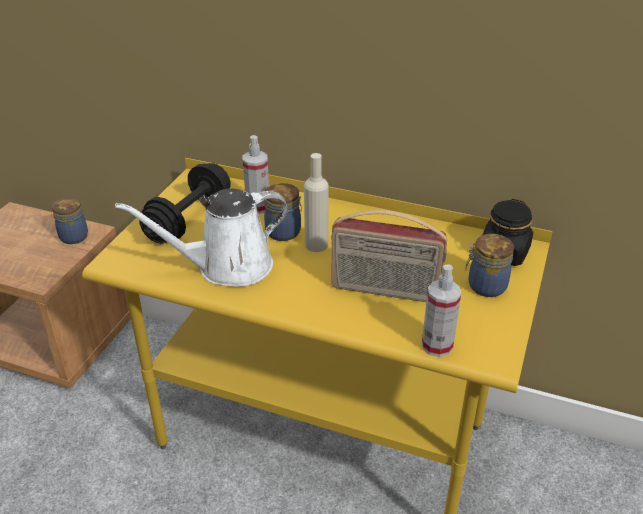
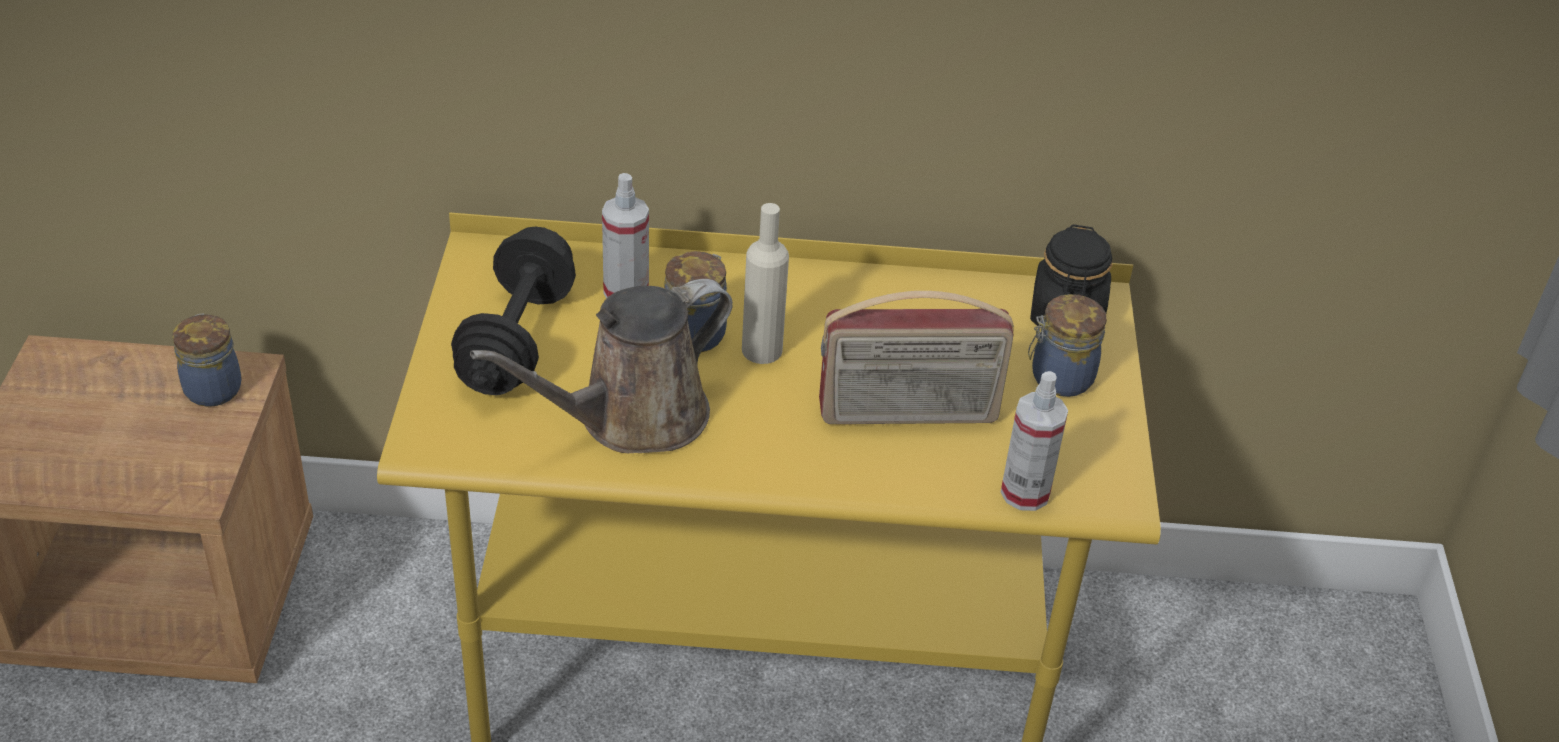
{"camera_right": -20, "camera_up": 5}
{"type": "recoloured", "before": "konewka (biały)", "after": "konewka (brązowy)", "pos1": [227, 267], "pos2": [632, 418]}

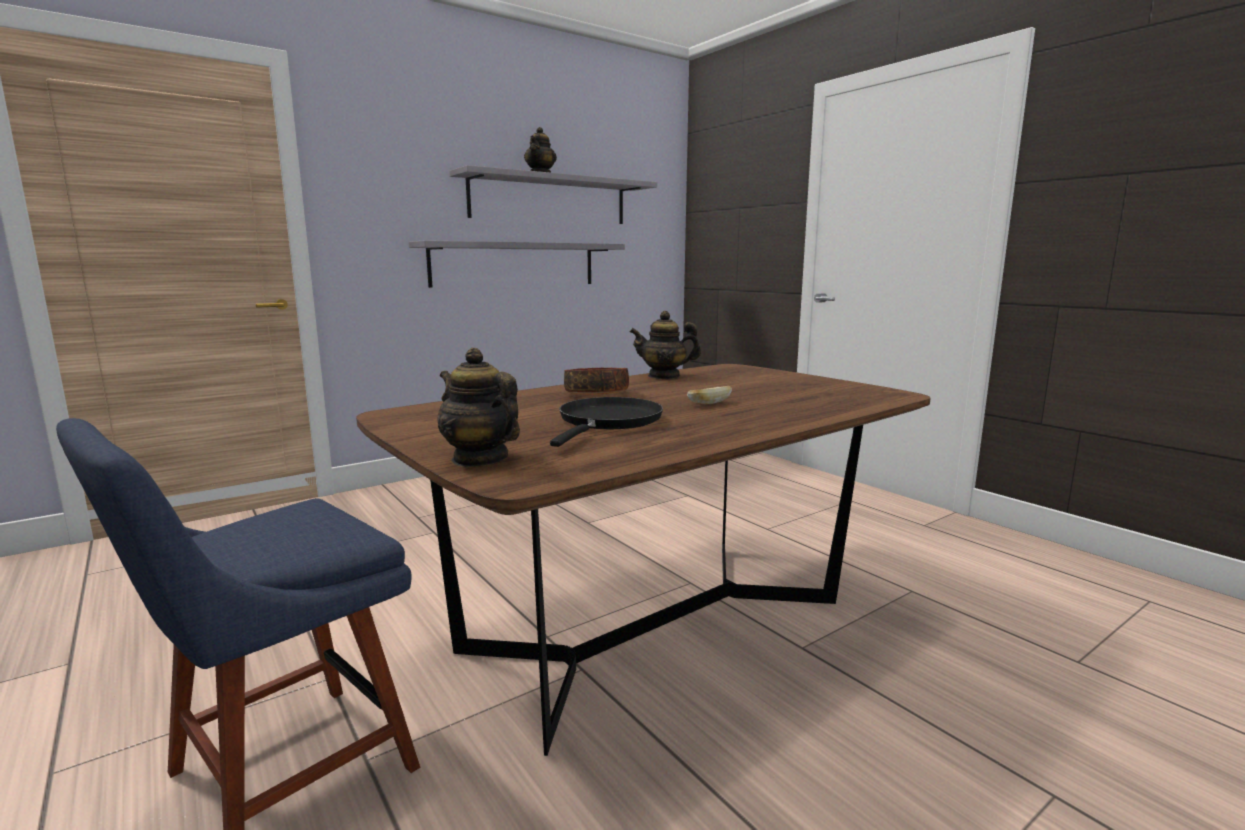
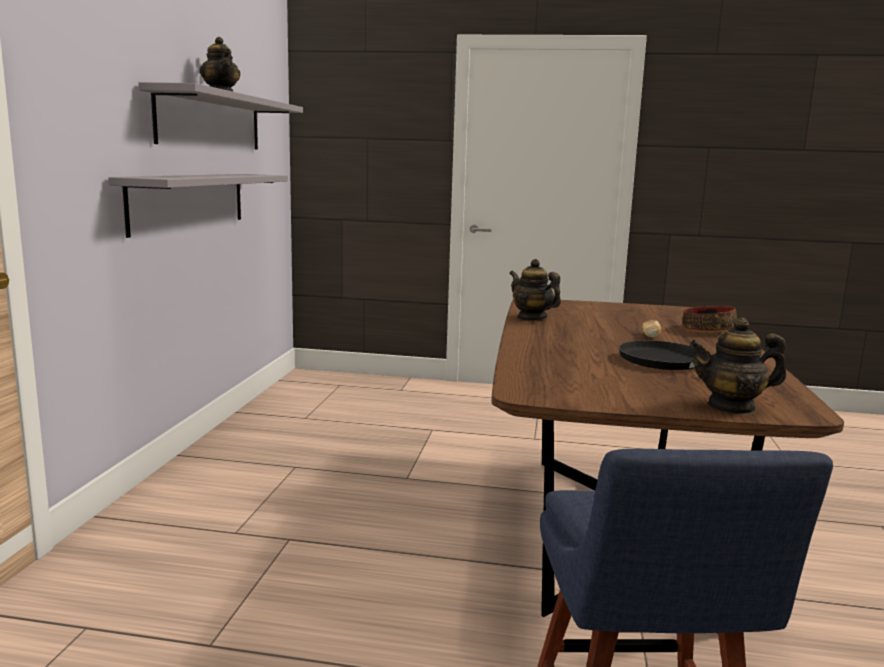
{"camera_right": -45, "camera_up": 0}
{"type": "turned", "before": "imbryk", "pos1": [664, 376], "pos2": [532, 318], "turn": 90}
{"type": "moved", "before": "miska", "pos1": [597, 394], "pos2": [708, 330]}

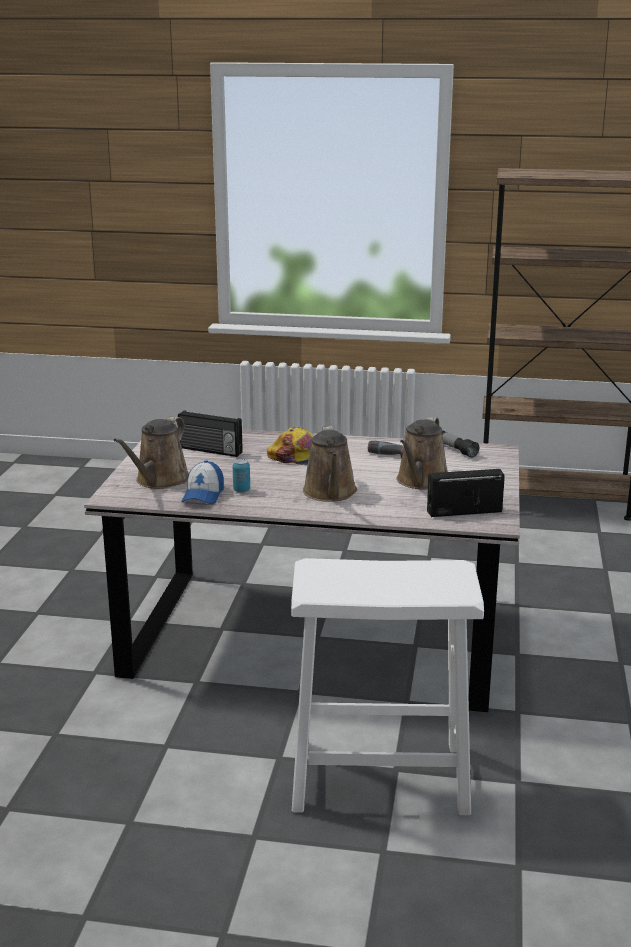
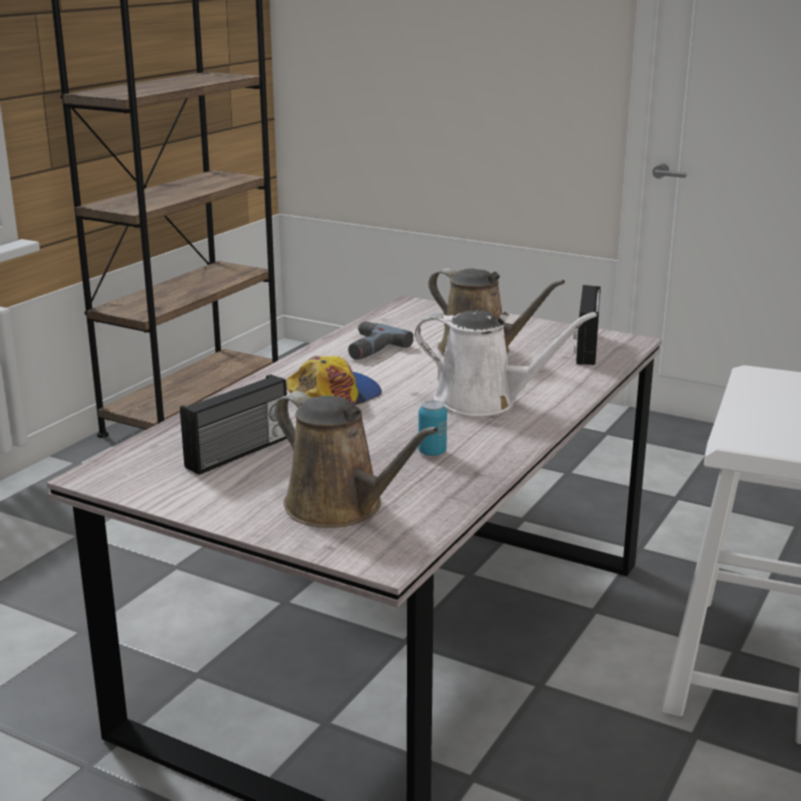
{"camera_right": -70, "camera_up": 0}
{"type": "recoloured", "before": "konewka (brązowy)", "after": "konewka (biały)", "pos1": [330, 493], "pos2": [484, 401]}
{"type": "removed", "before": "czapka z daszkiem", "pos1": [203, 495]}
{"type": "removed", "before": "latarka", "pos1": [456, 450]}

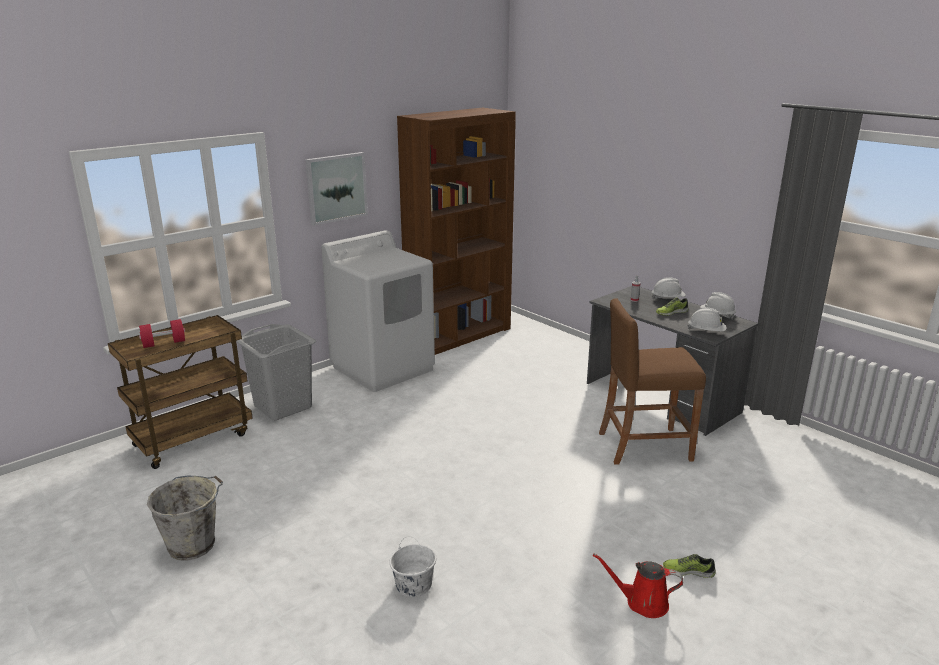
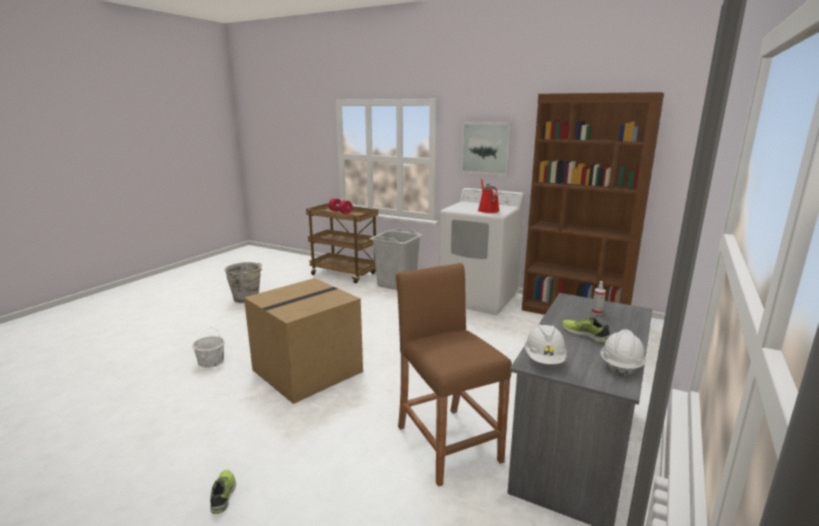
{"camera_right": 70, "camera_up": -5}
{"type": "added", "after": "karton", "pos2": [308, 370]}
{"type": "moved", "before": "konewka (czerwony)", "pos1": [642, 602], "pos2": [487, 210]}
{"type": "removed", "before": "kask (biały)", "pos1": [667, 299]}

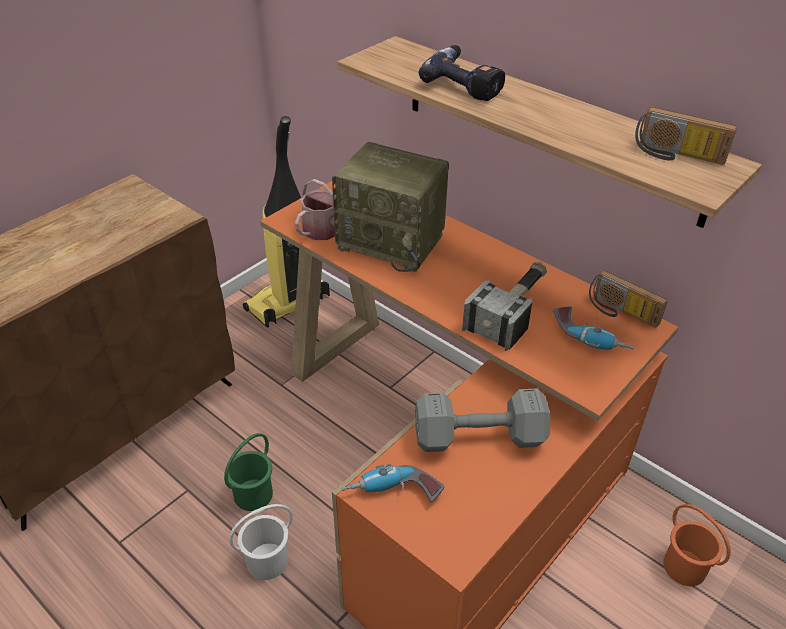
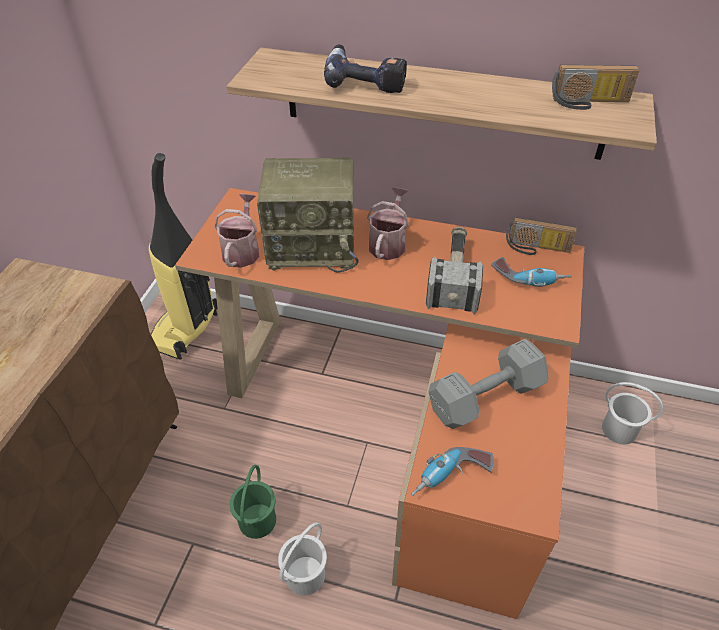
{"camera_right": -25, "camera_up": 5}
{"type": "added", "after": "konewka", "pos2": [388, 243]}
{"type": "recoloured", "before": "wiadro (pomarańczowy)", "after": "wiadro (biały)", "pos1": [684, 566], "pos2": [619, 429]}

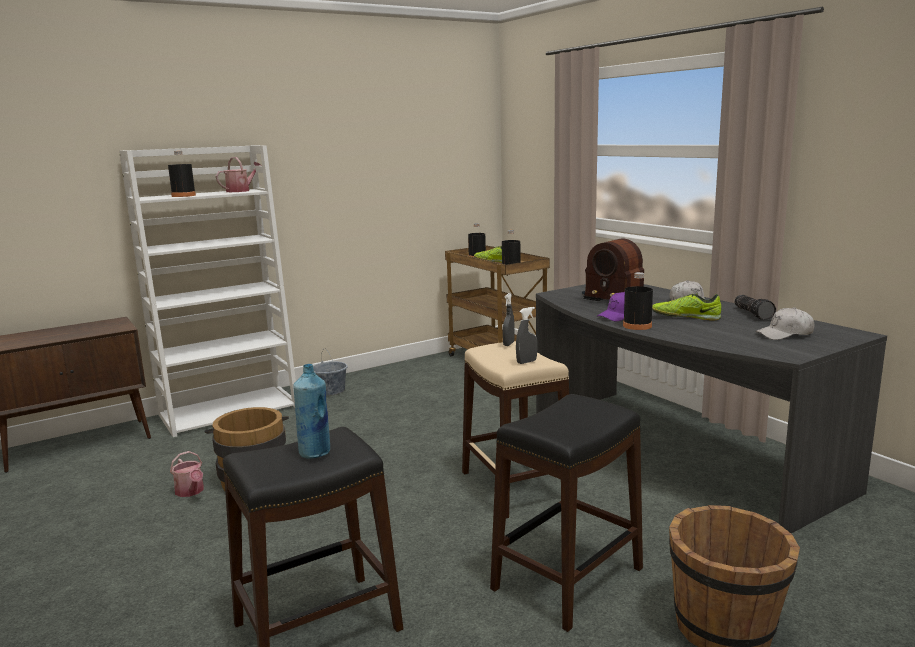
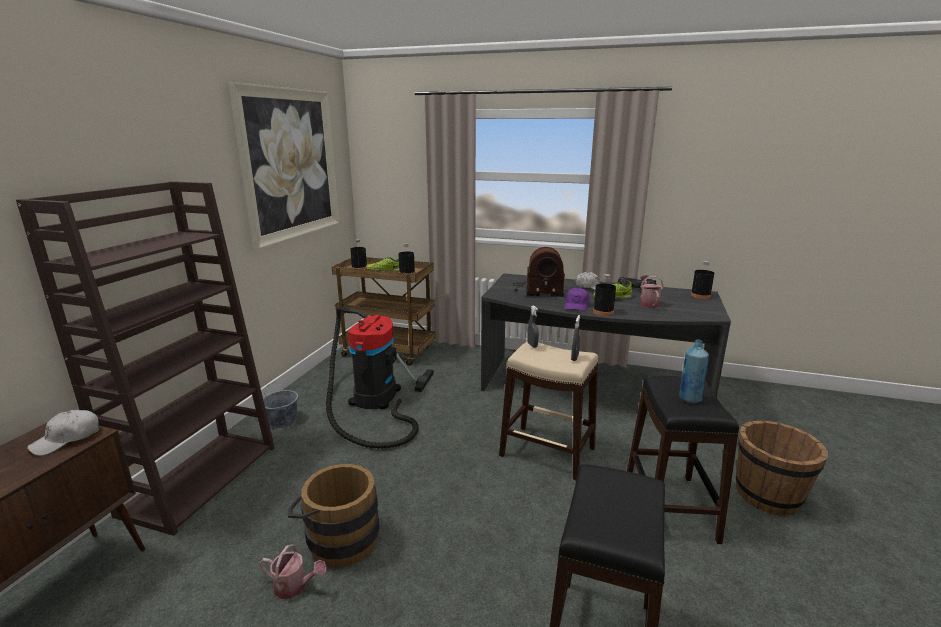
{"camera_right": -40, "camera_up": 5}
{"type": "recoloured", "before": "regał (biały)", "after": "regał (brązowy)", "pos1": [230, 410], "pos2": [201, 478]}
{"type": "moved", "before": "czapka z daszkiem (biały)", "pos1": [785, 334], "pos2": [67, 439]}
{"type": "added", "after": "obraz", "pos2": [290, 164]}
{"type": "added", "after": "odkurzacz", "pos2": [374, 400]}
{"type": "moved", "before": "konewka", "pos1": [241, 191], "pos2": [648, 303]}
{"type": "moved", "before": "butelka (niebieski)", "pos1": [315, 453], "pos2": [690, 398]}
{"type": "moved", "before": "butelka (czarny)", "pos1": [183, 196], "pos2": [700, 296]}

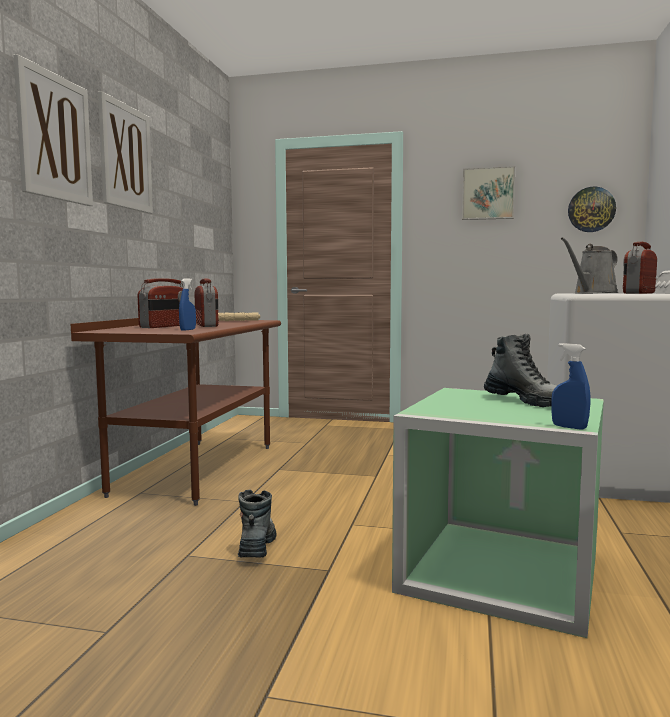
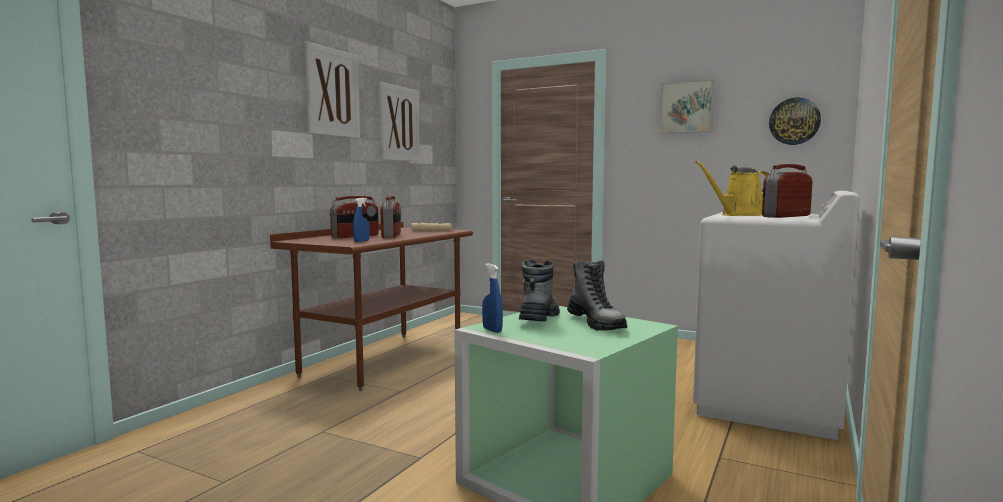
{"camera_right": 15, "camera_up": 0}
{"type": "moved", "before": "obraz", "pos1": [55, 137], "pos2": [399, 123]}
{"type": "moved", "before": "spryskiwacz (niebieski)", "pos1": [569, 427], "pos2": [492, 330]}
{"type": "moved", "before": "but z cholewką", "pos1": [257, 546], "pos2": [539, 318]}
{"type": "recoloured", "before": "konewka (szary)", "after": "konewka (żółty)", "pos1": [592, 293], "pos2": [739, 215]}

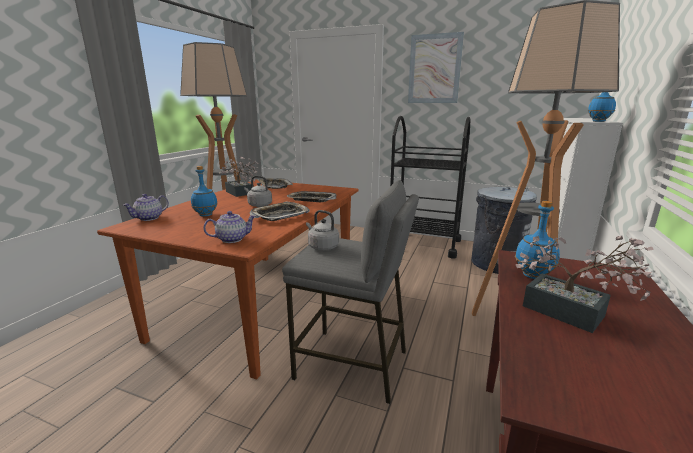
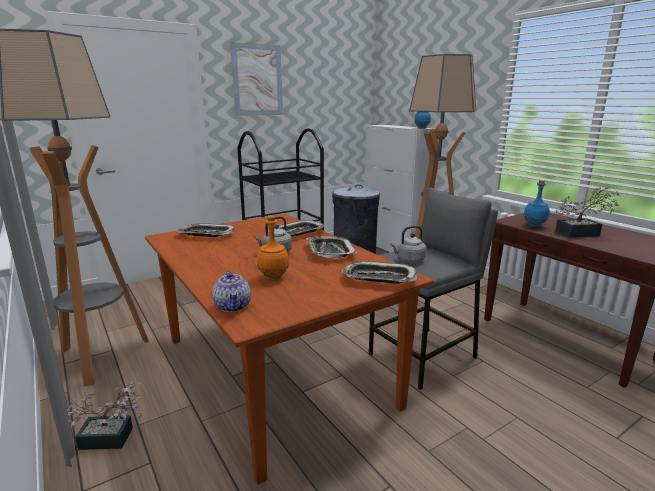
{"camera_right": -55, "camera_up": 0}
{"type": "moved", "before": "roślina doniczkowa", "pos1": [240, 193], "pos2": [112, 438]}
{"type": "recoloured", "before": "butelka (niebieski)", "after": "butelka (pomarańczowy)", "pos1": [206, 215], "pos2": [273, 277]}
{"type": "replaced", "before": "imbryk", "after": "taca", "pos1": [232, 239], "pos2": [379, 278]}

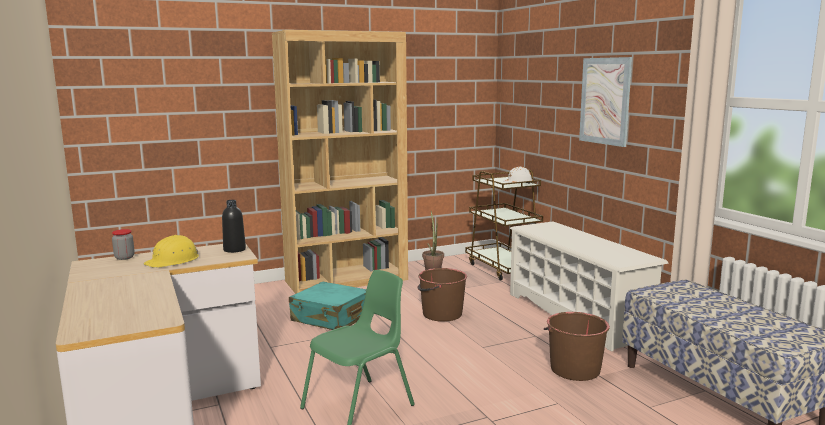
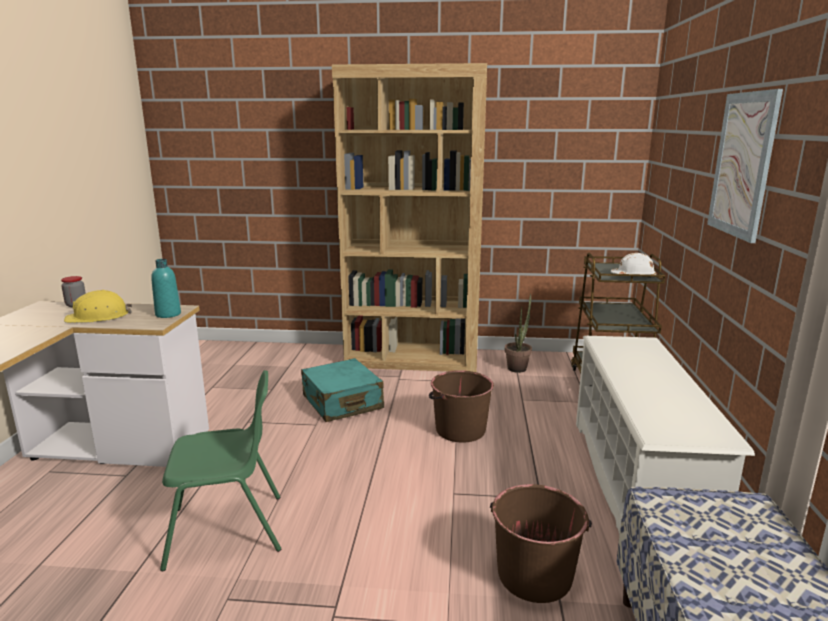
{"camera_right": 30, "camera_up": 5}
{"type": "recoloured", "before": "butelka (czarny)", "after": "butelka (turkusowy)", "pos1": [234, 250], "pos2": [168, 314]}

